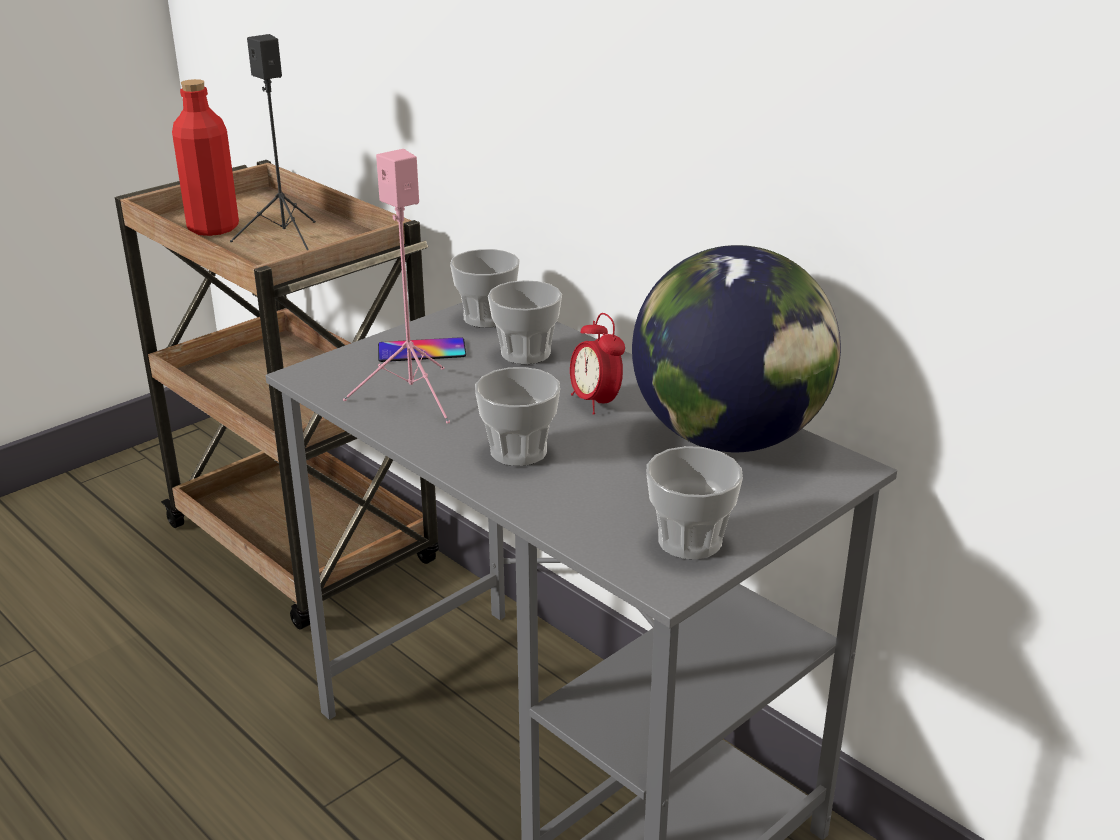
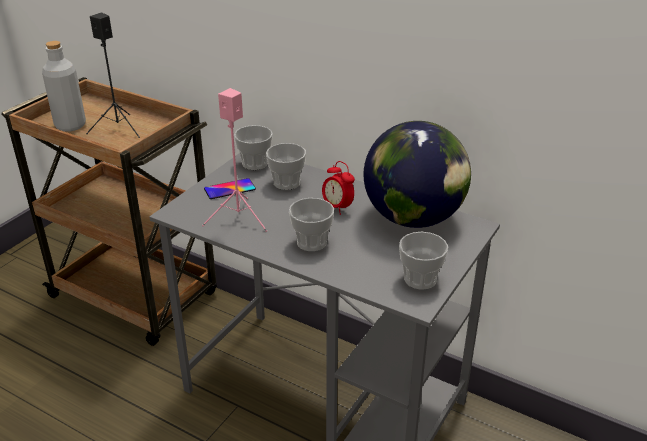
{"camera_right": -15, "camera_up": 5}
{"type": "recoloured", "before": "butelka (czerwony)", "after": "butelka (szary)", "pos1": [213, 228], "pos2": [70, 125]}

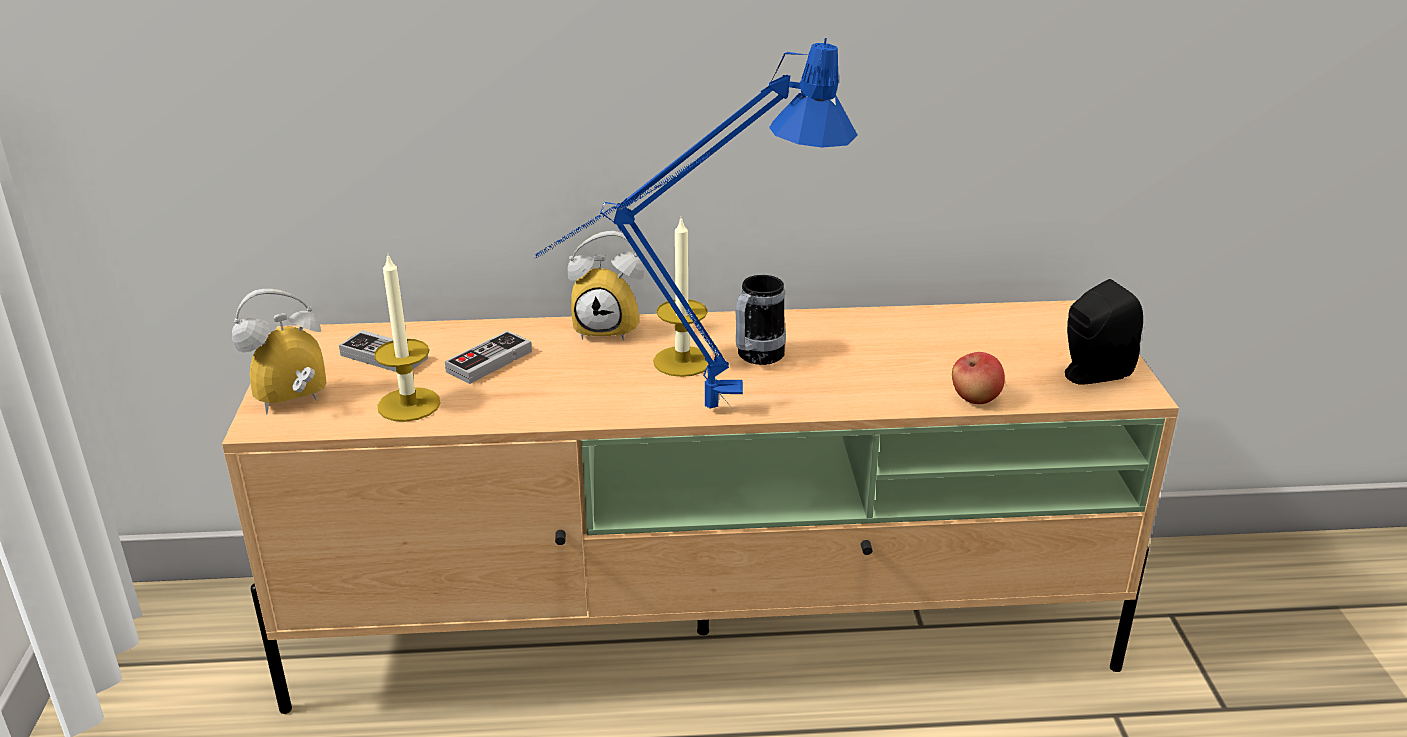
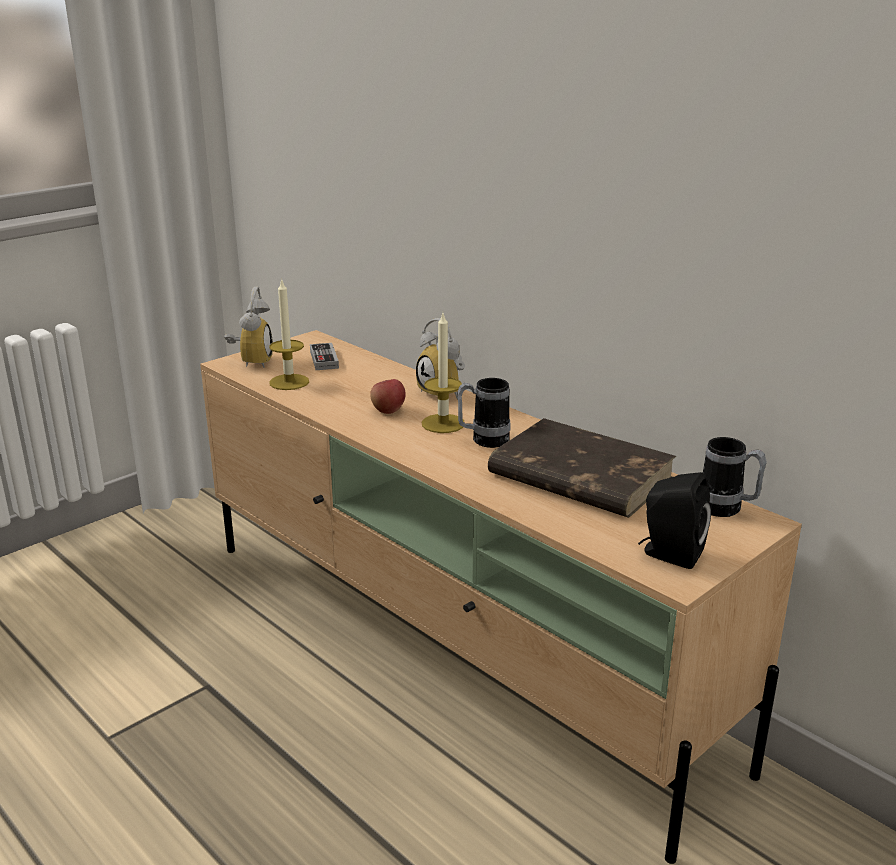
{"camera_right": 50, "camera_up": -5}
{"type": "turned", "before": "budzik", "pos1": [293, 405], "pos2": [251, 361], "turn": 75}
{"type": "moved", "before": "jabłko", "pos1": [975, 399], "pos2": [388, 411]}
{"type": "added", "after": "książka (brązowy)", "pos2": [578, 476]}
{"type": "added", "after": "kubek", "pos2": [727, 510]}
{"type": "removed", "before": "pad do gier", "pos1": [489, 361]}
{"type": "removed", "before": "lampa stołowa (niebieski)", "pos1": [691, 410]}

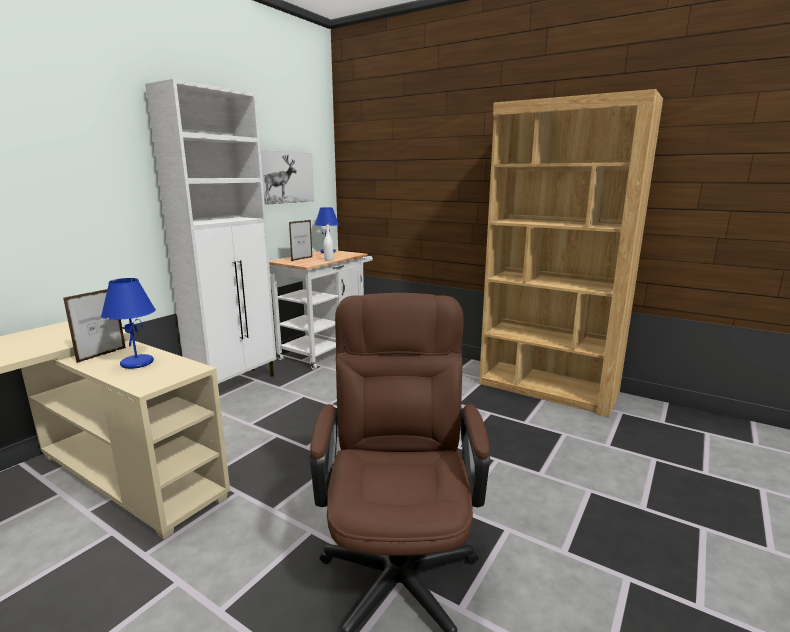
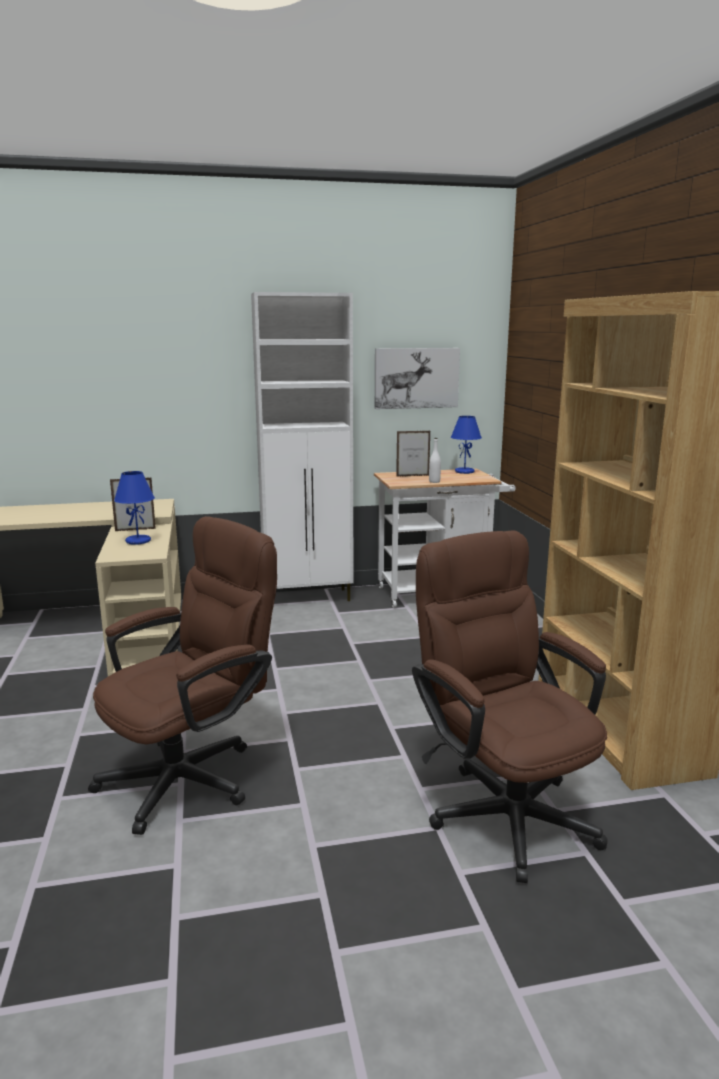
{"camera_right": 45, "camera_up": 0}
{"type": "added", "after": "krzesło biurowe (brązowy)", "pos2": [502, 808]}

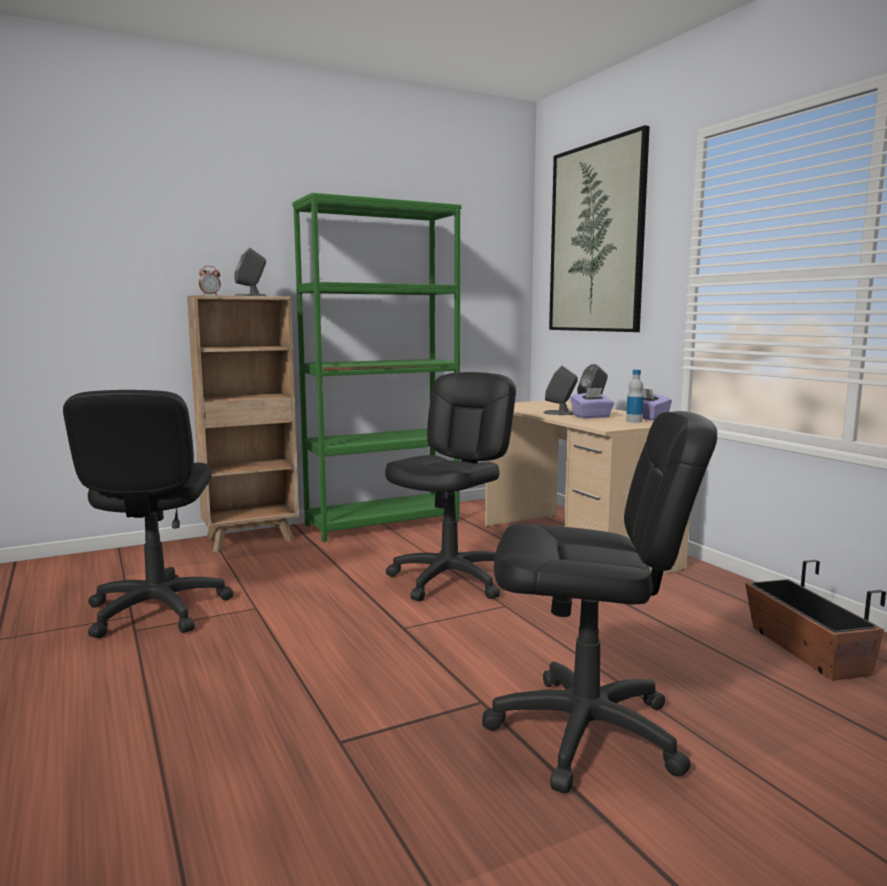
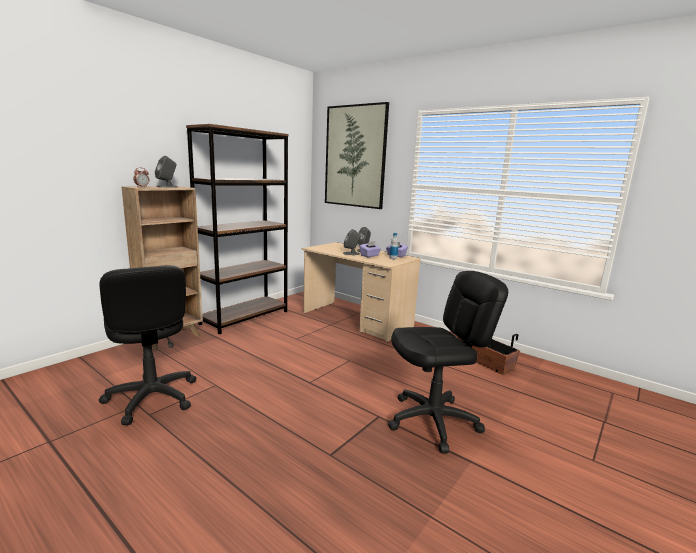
{"camera_right": -25, "camera_up": 5}
{"type": "recoloured", "before": "regał (zielony)", "after": "regał (brązowy)", "pos1": [383, 523], "pos2": [245, 317]}
{"type": "removed", "before": "krzesło biurowe (czarny)", "pos1": [450, 580]}

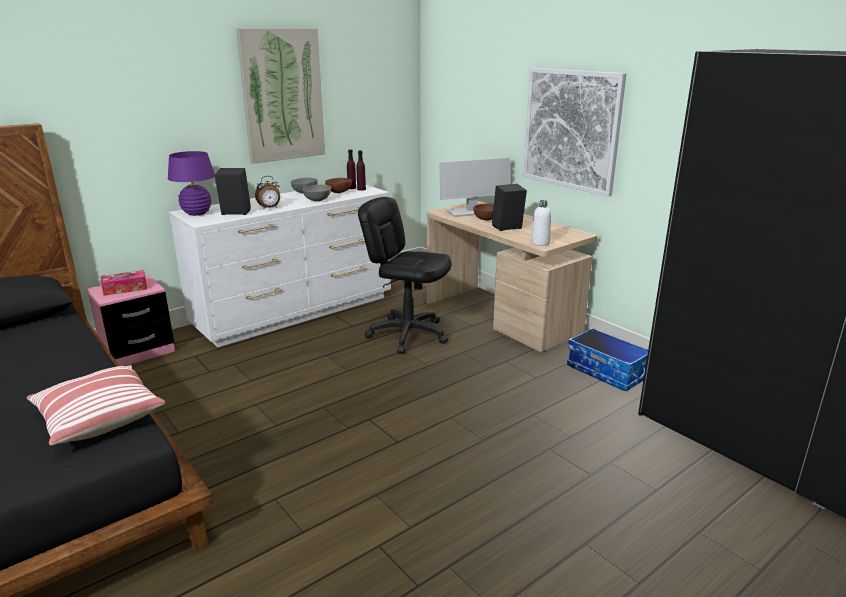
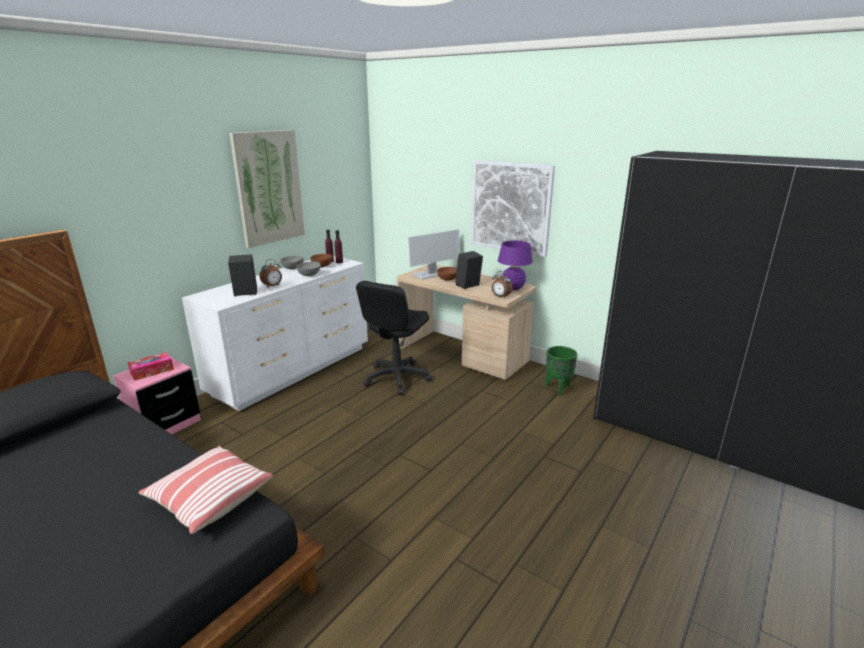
{"camera_right": -15, "camera_up": 0}
{"type": "turned", "before": "krzesło biurowe (czarny)", "pos1": [408, 334], "pos2": [396, 378], "turn": -75}
{"type": "replaced", "before": "butelka (biały)", "after": "budzik", "pos1": [540, 243], "pos2": [500, 297]}
{"type": "moved", "before": "lampa stołowa (fioletowy)", "pos1": [196, 213], "pos2": [513, 288]}
{"type": "replaced", "before": "pojemnik do przechowywania", "after": "donica (zielony)", "pos1": [607, 372], "pos2": [558, 389]}

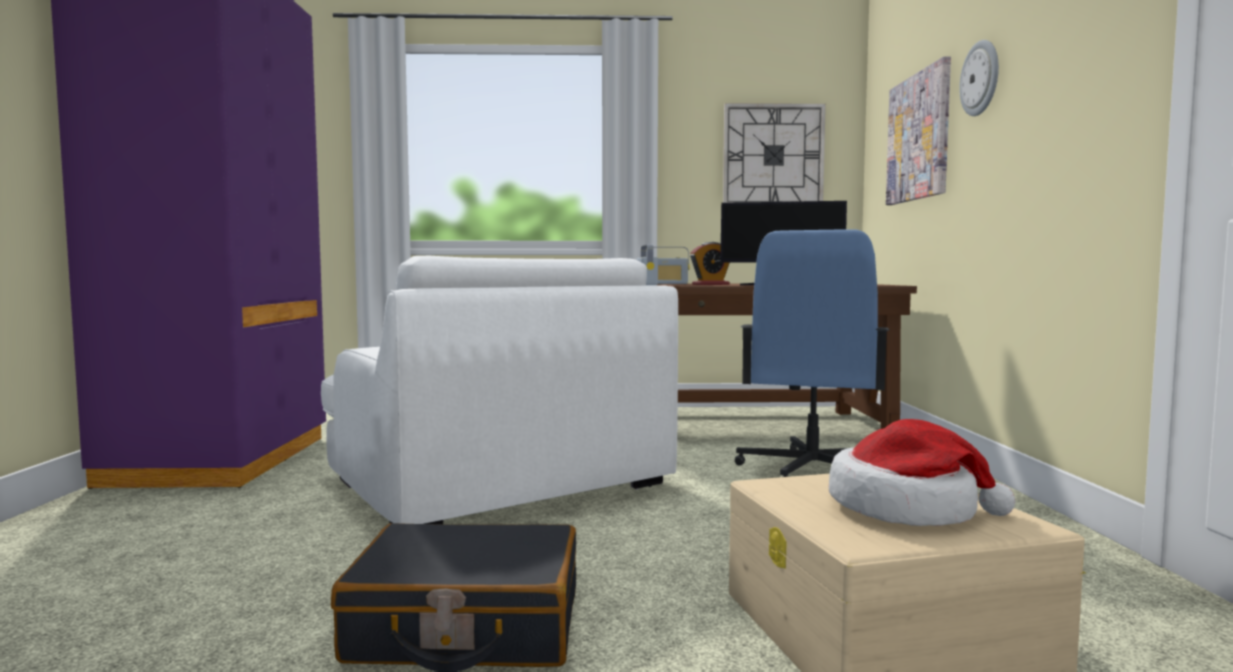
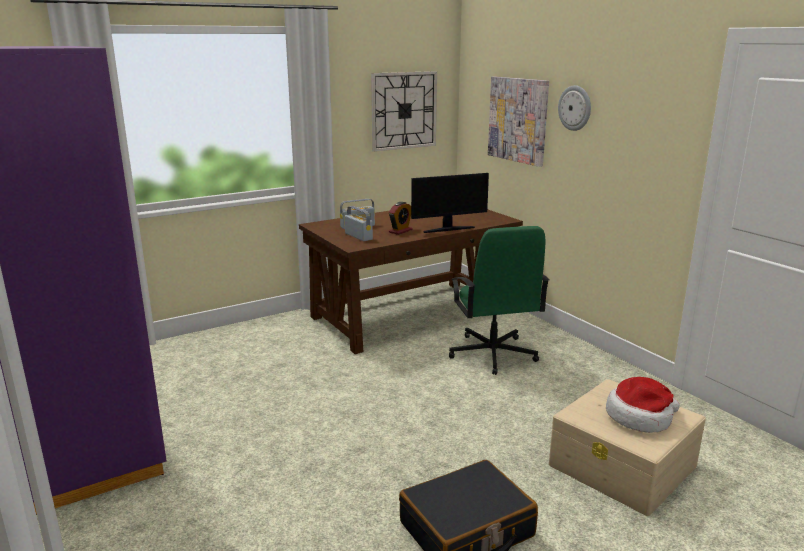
{"camera_right": -30, "camera_up": 15}
{"type": "recoloured", "before": "krzesło biurowe (niebieski)", "after": "krzesło biurowe (zielony)", "pos1": [810, 471], "pos2": [492, 354]}
{"type": "removed", "before": "fotel (biały)", "pos1": [498, 482]}

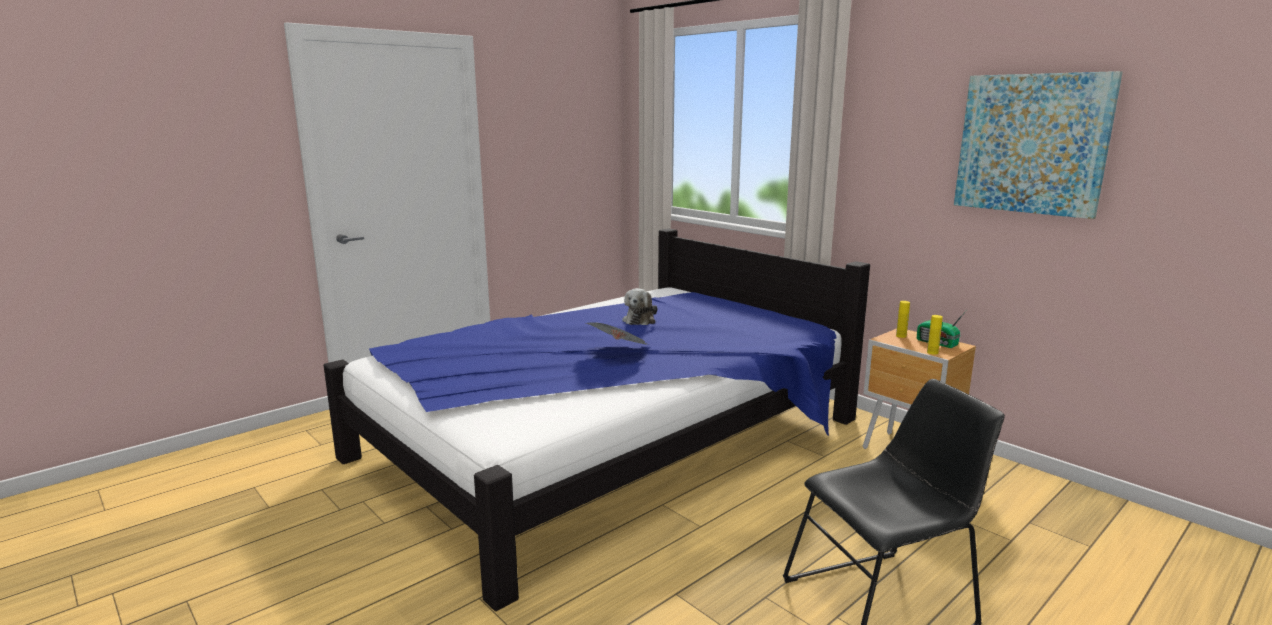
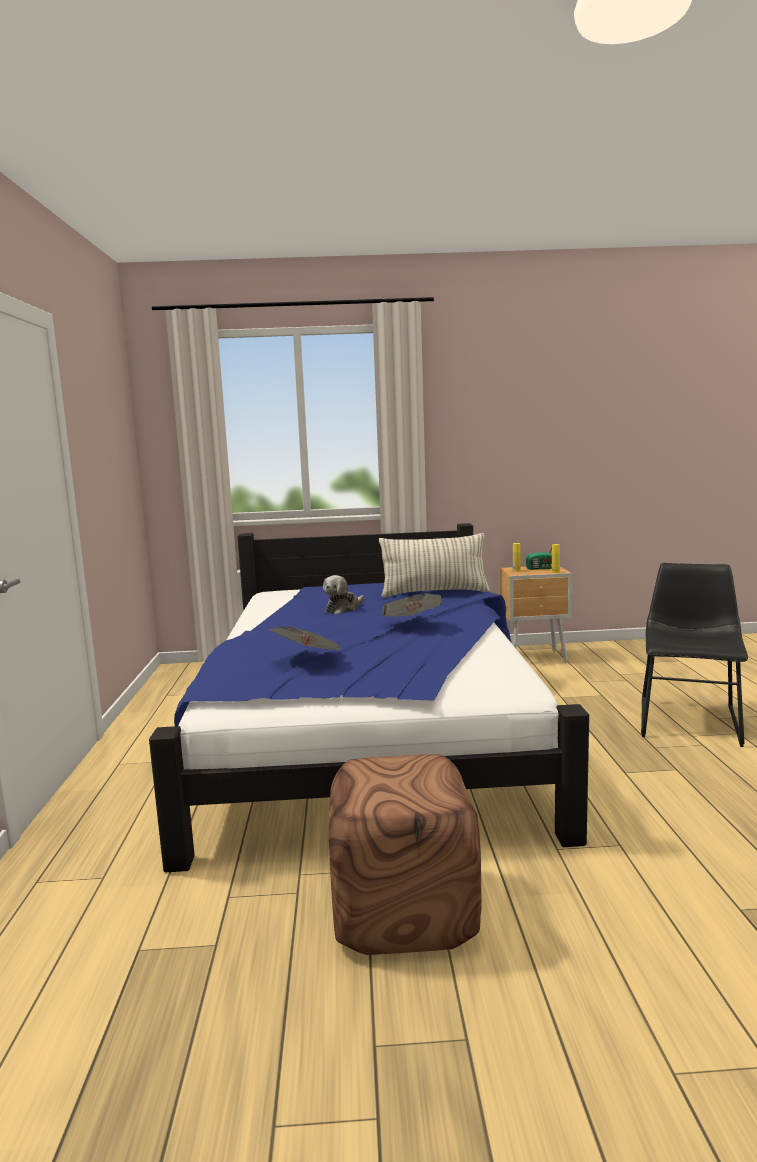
{"camera_right": -50, "camera_up": -5}
{"type": "added", "after": "gazeta", "pos2": [310, 659]}
{"type": "turned", "before": "pluszak", "pos1": [640, 321], "pos2": [343, 609], "turn": 75}
{"type": "added", "after": "pufa (brązowy)", "pos2": [405, 909]}
{"type": "added", "after": "poduszka", "pos2": [434, 593]}
{"type": "removed", "before": "obraz", "pos1": [1032, 144]}

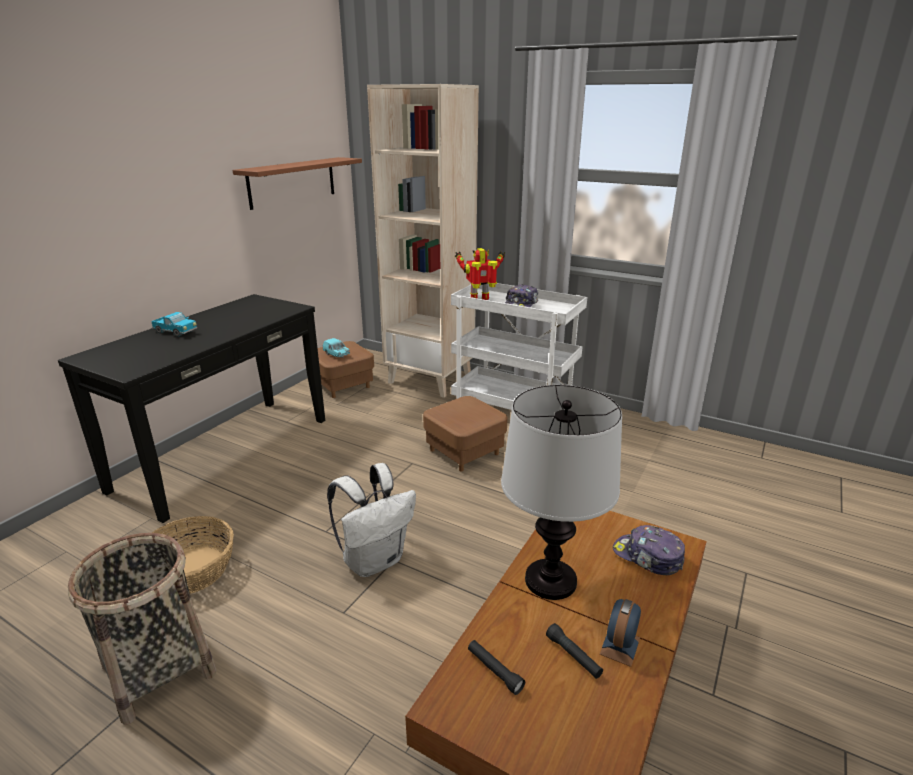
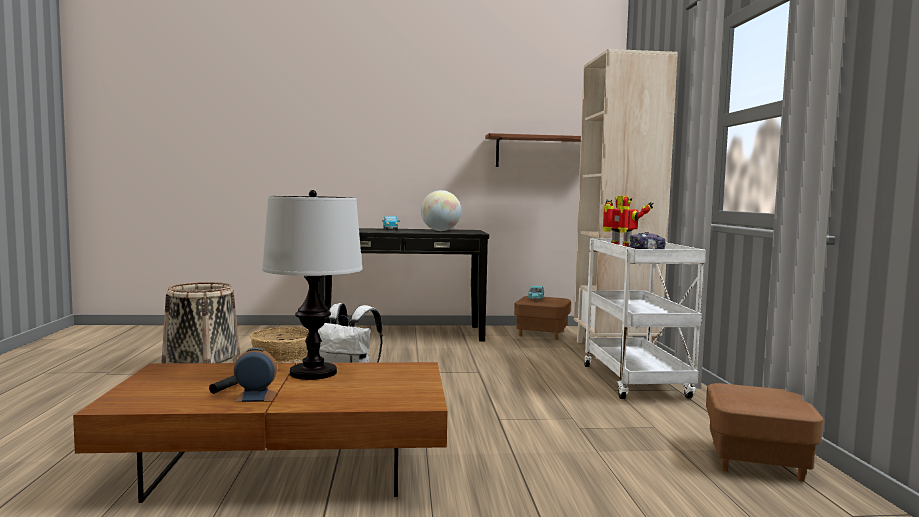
{"camera_right": 55, "camera_up": -20}
{"type": "added", "after": "globus", "pos2": [440, 231]}
{"type": "moved", "before": "pufa (brązowy)", "pos1": [464, 452], "pos2": [756, 461]}
{"type": "removed", "before": "latarka (czarny)", "pos1": [494, 671]}
{"type": "removed", "before": "czapka z daszkiem", "pos1": [647, 557]}

